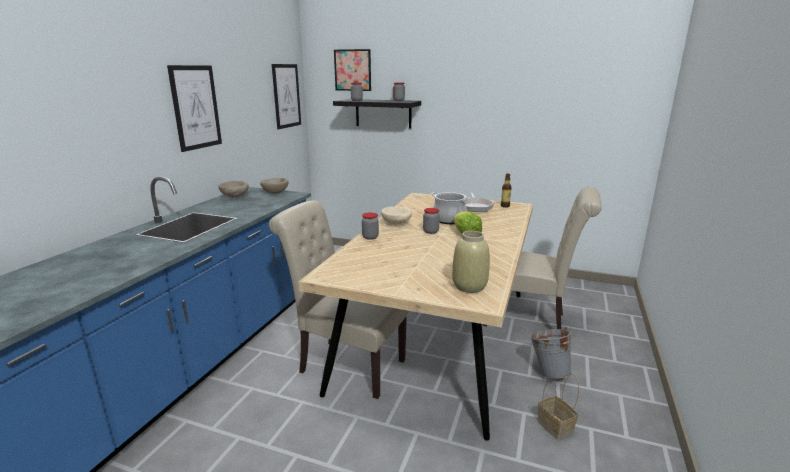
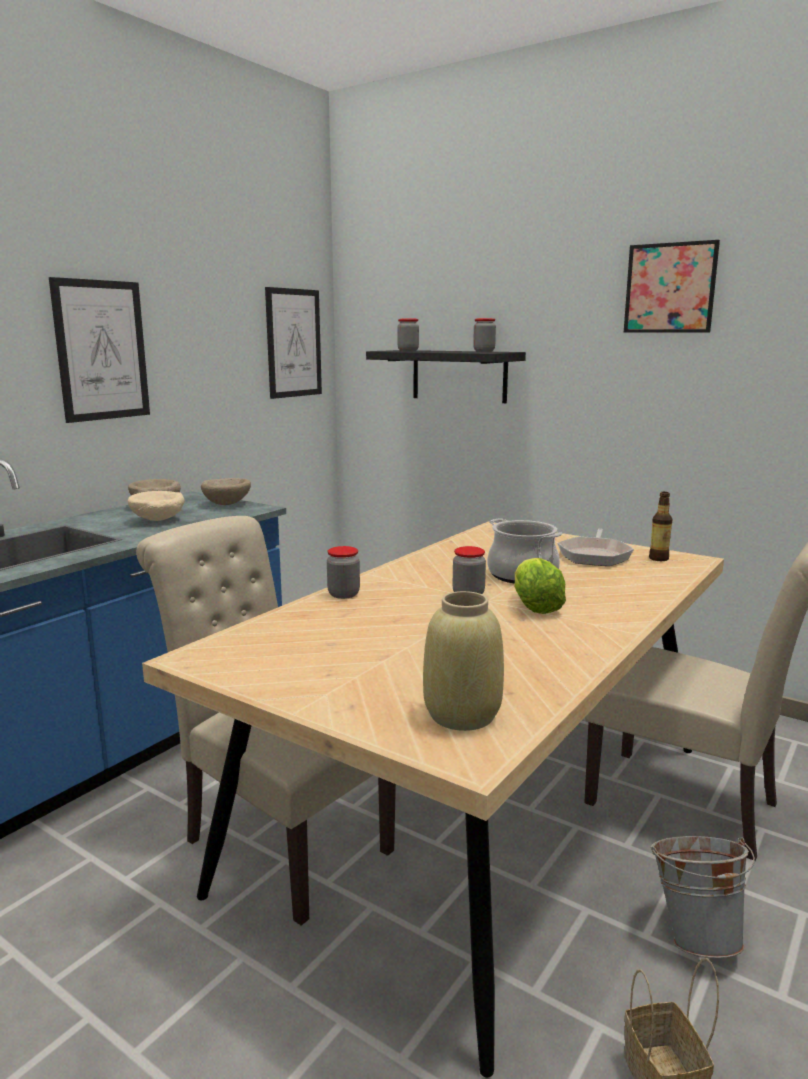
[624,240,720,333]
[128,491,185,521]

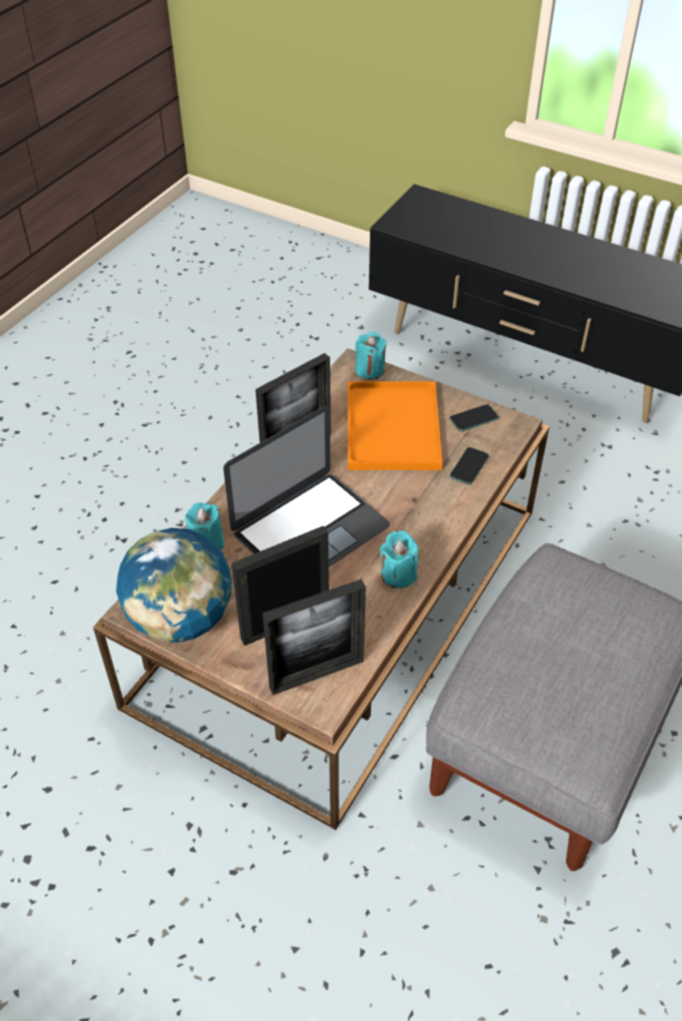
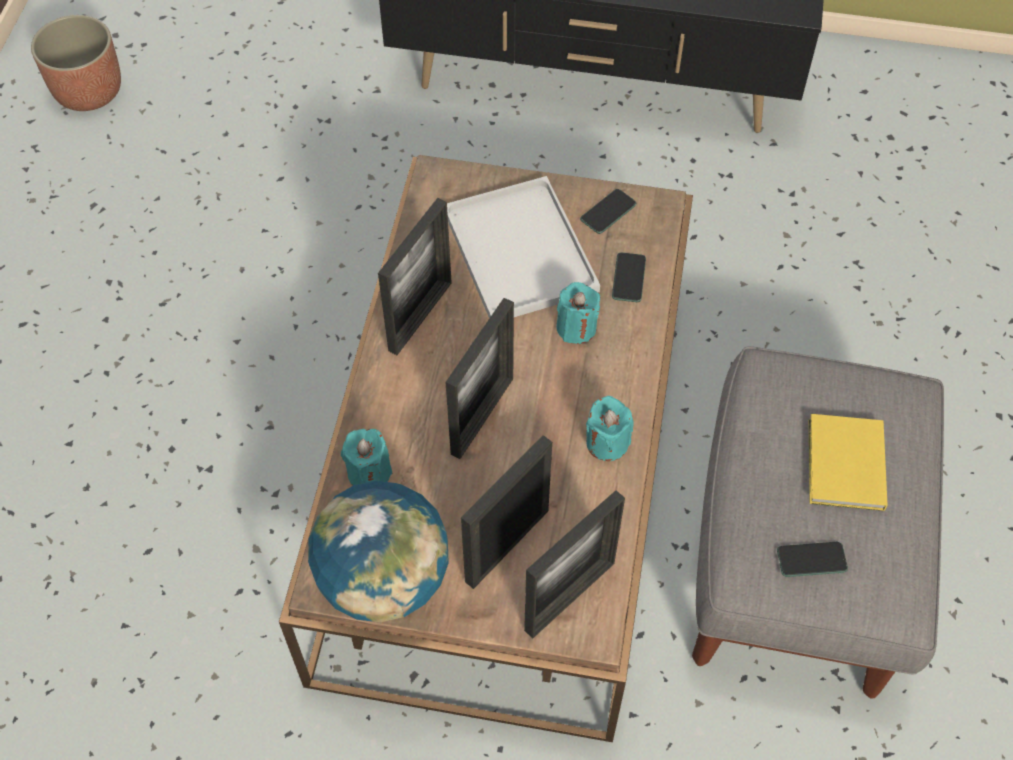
[556,282,600,344]
[447,176,600,318]
[446,298,514,459]
[31,15,121,111]
[809,414,888,511]
[777,542,848,577]

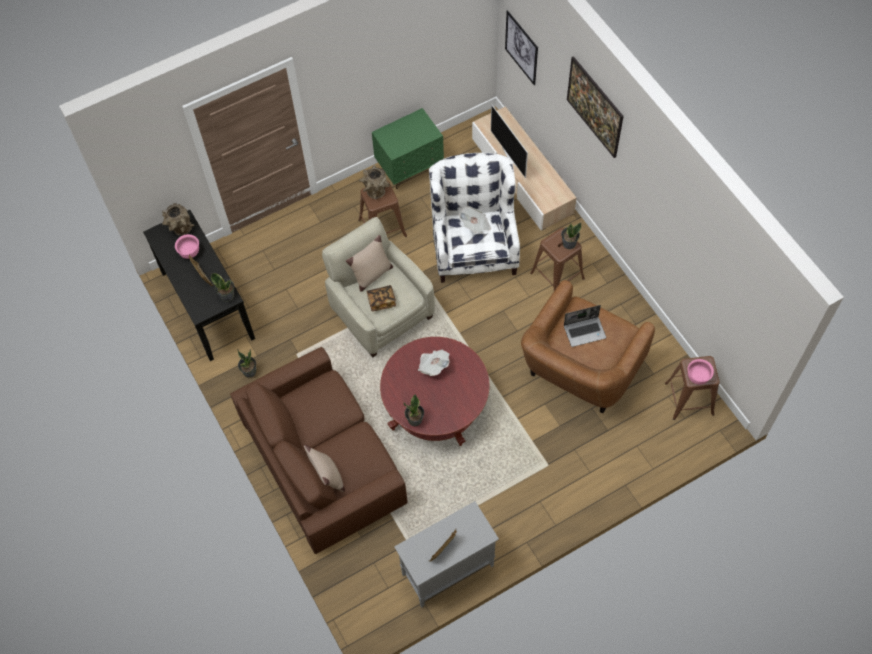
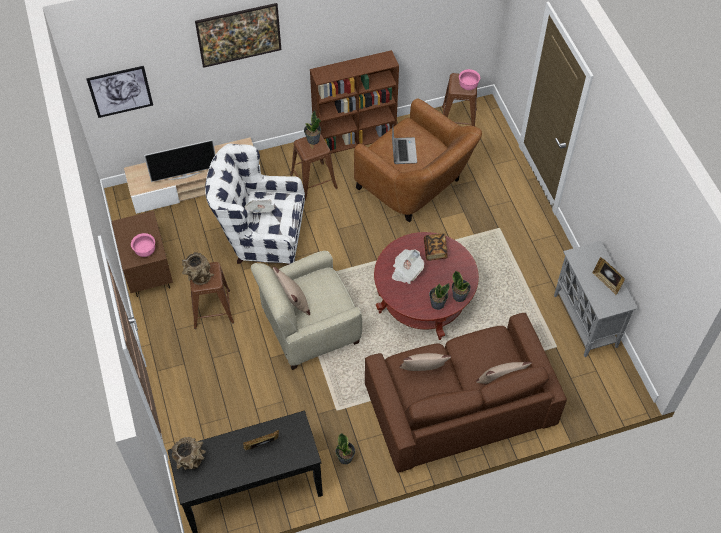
[111,211,173,297]
[131,233,155,257]
[429,283,450,310]
[424,234,448,261]
[310,50,399,154]
[399,353,451,371]

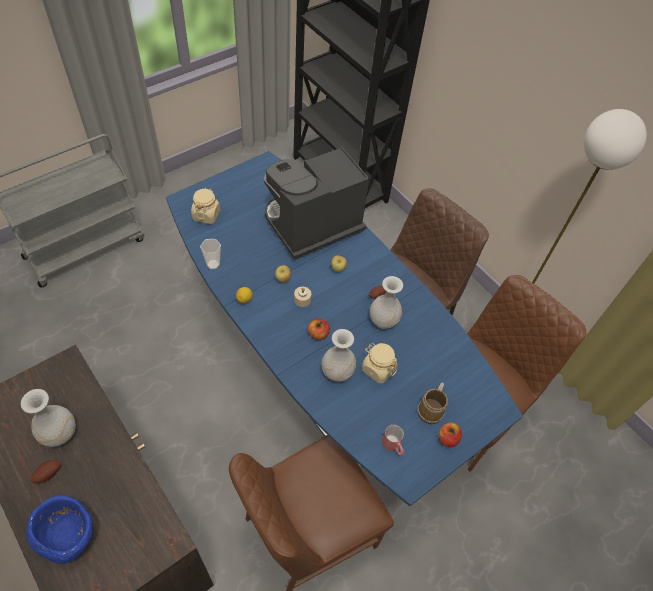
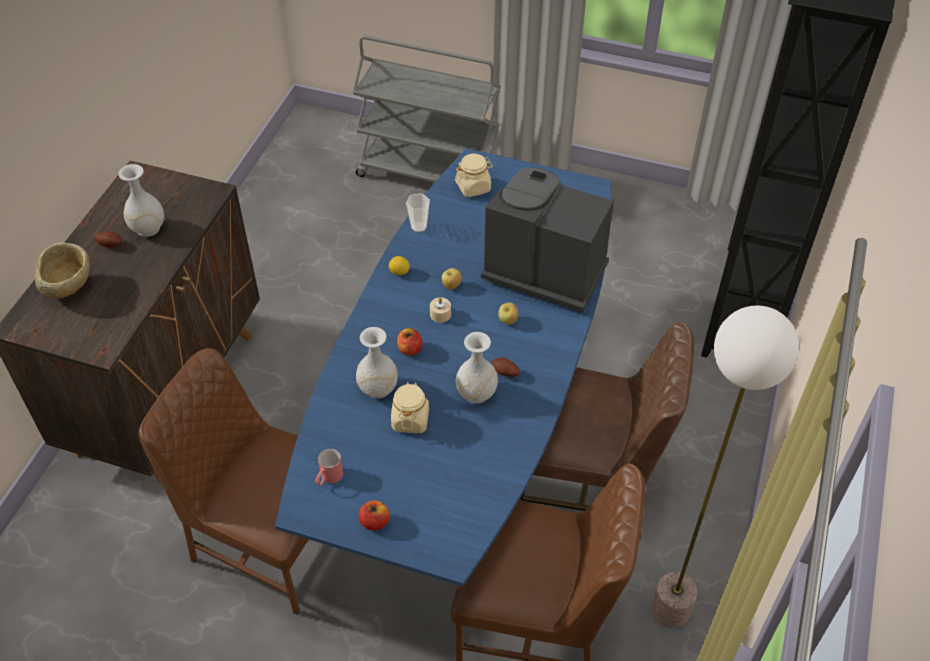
[417,382,448,424] (first image)
[35,243,90,299]

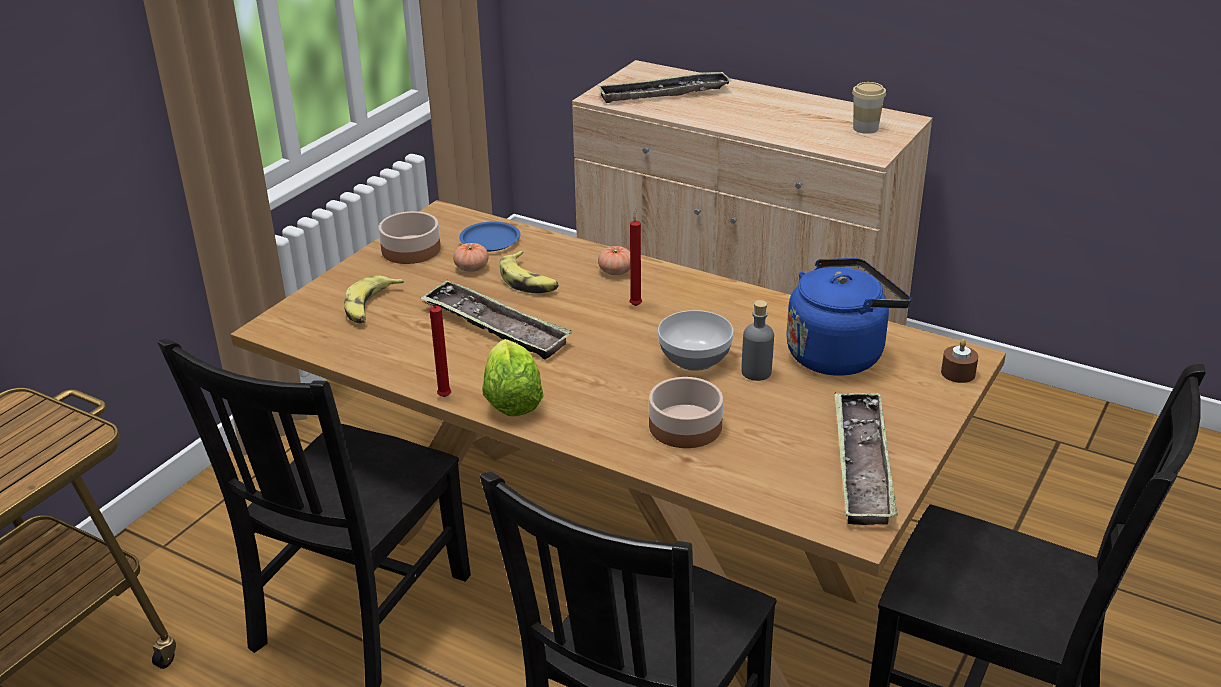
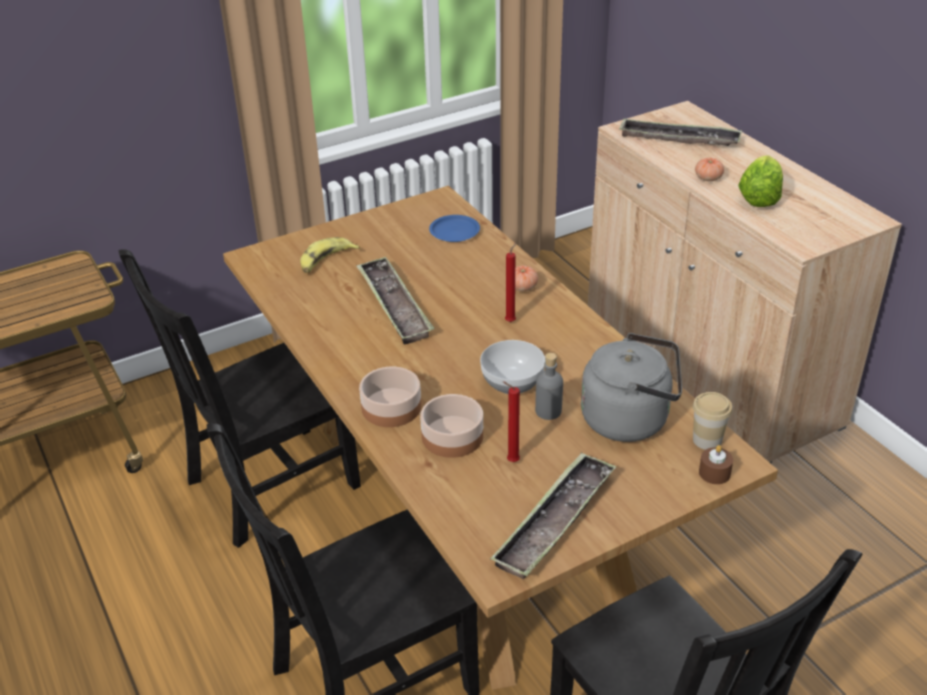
[693,392,732,450]
[359,367,421,427]
[695,158,724,181]
[499,251,559,293] (first image)
[581,333,682,442]
[503,382,520,462]
[738,155,783,207]

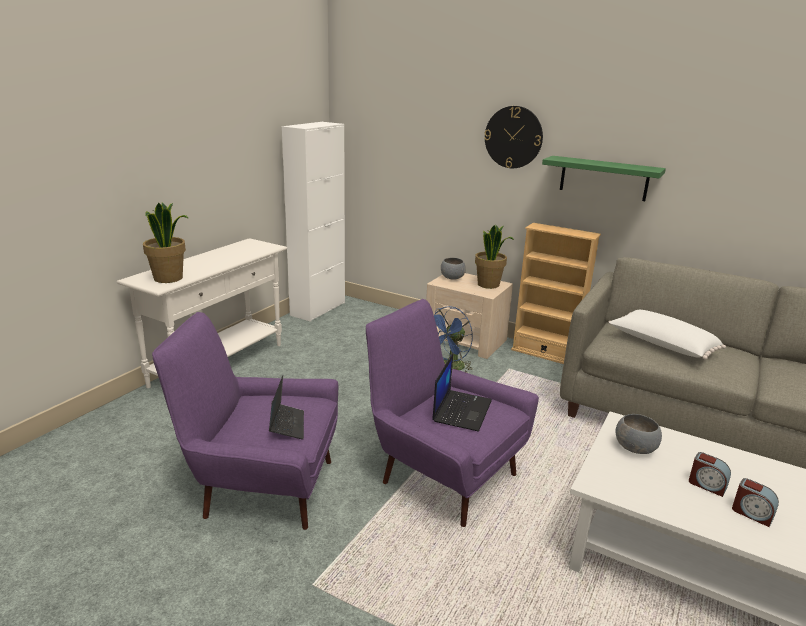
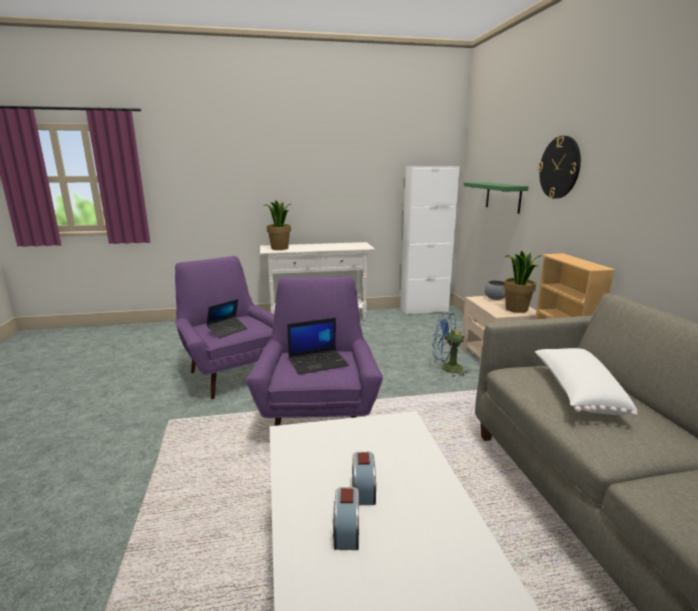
[464,182,528,214]
[616,414,662,454] (first image)

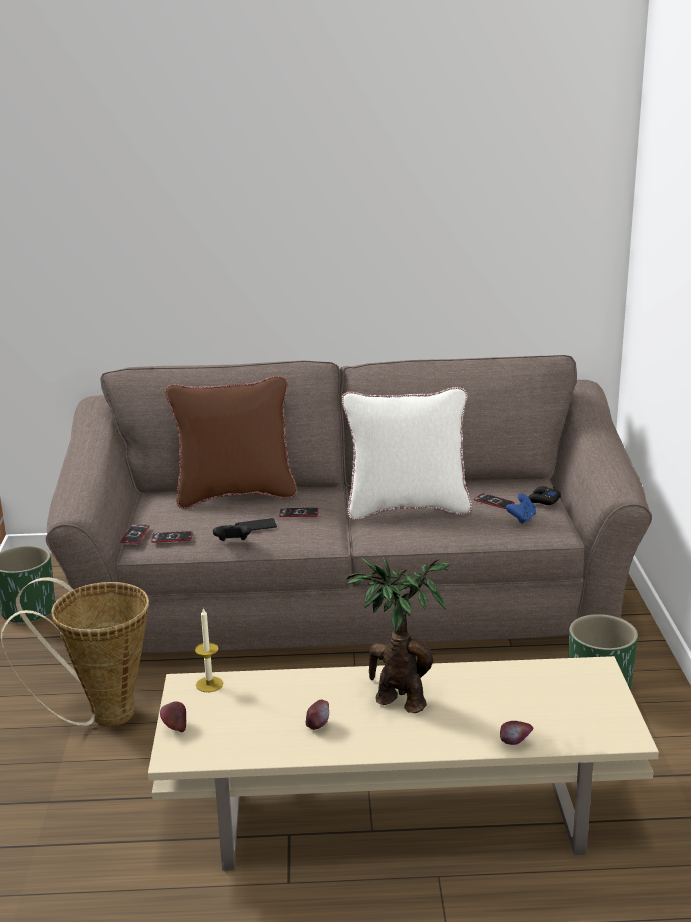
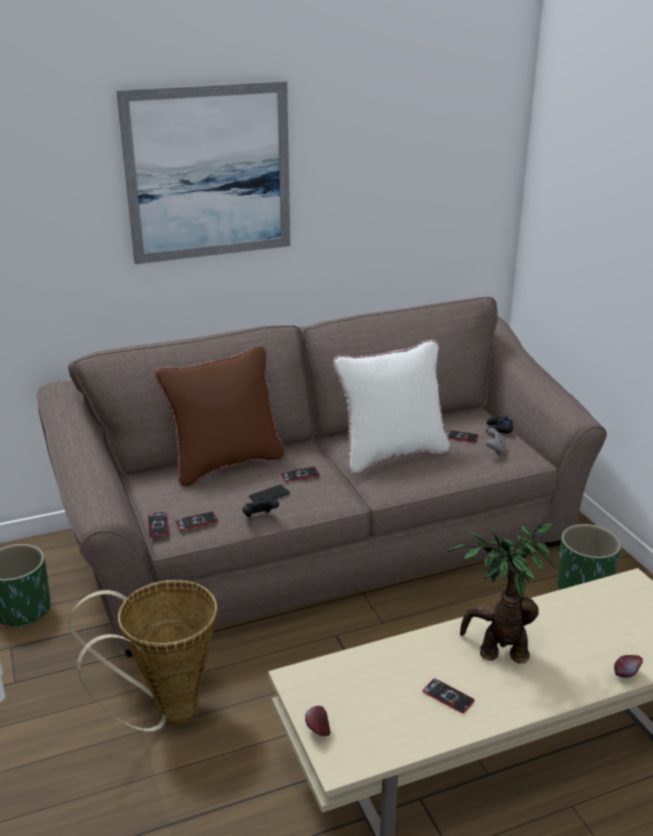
[485,428,506,455]
[195,607,223,692] (first image)
[423,679,475,713]
[116,81,290,264]

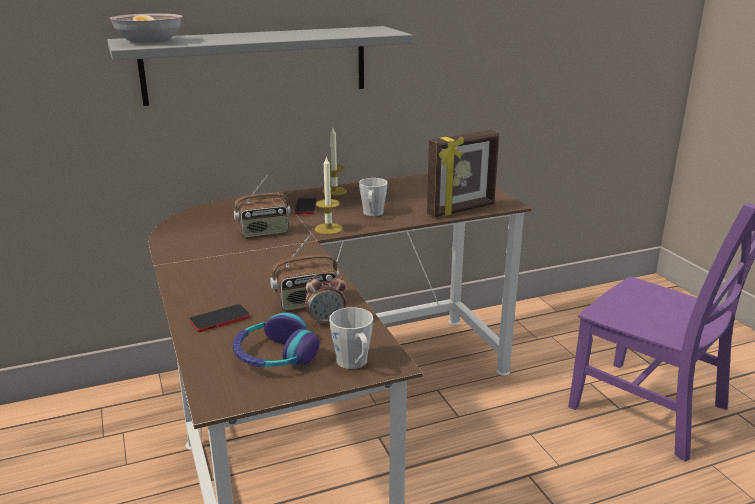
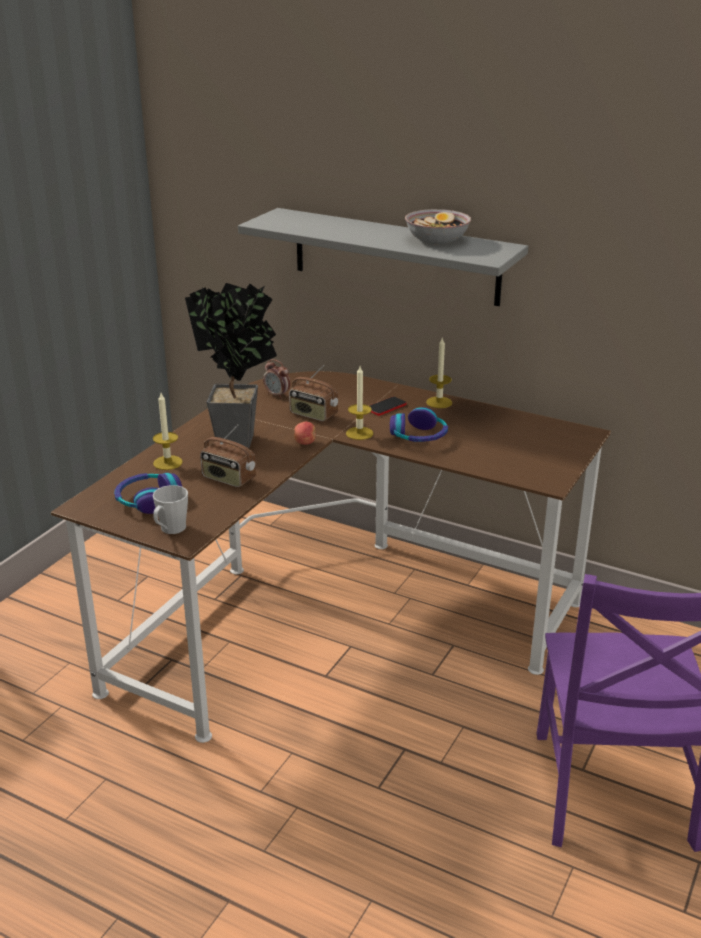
[405,209,471,244]
[427,130,500,217] (first image)
[390,407,448,442]
[263,359,290,399]
[153,393,183,470]
[185,283,277,448]
[294,422,316,445]

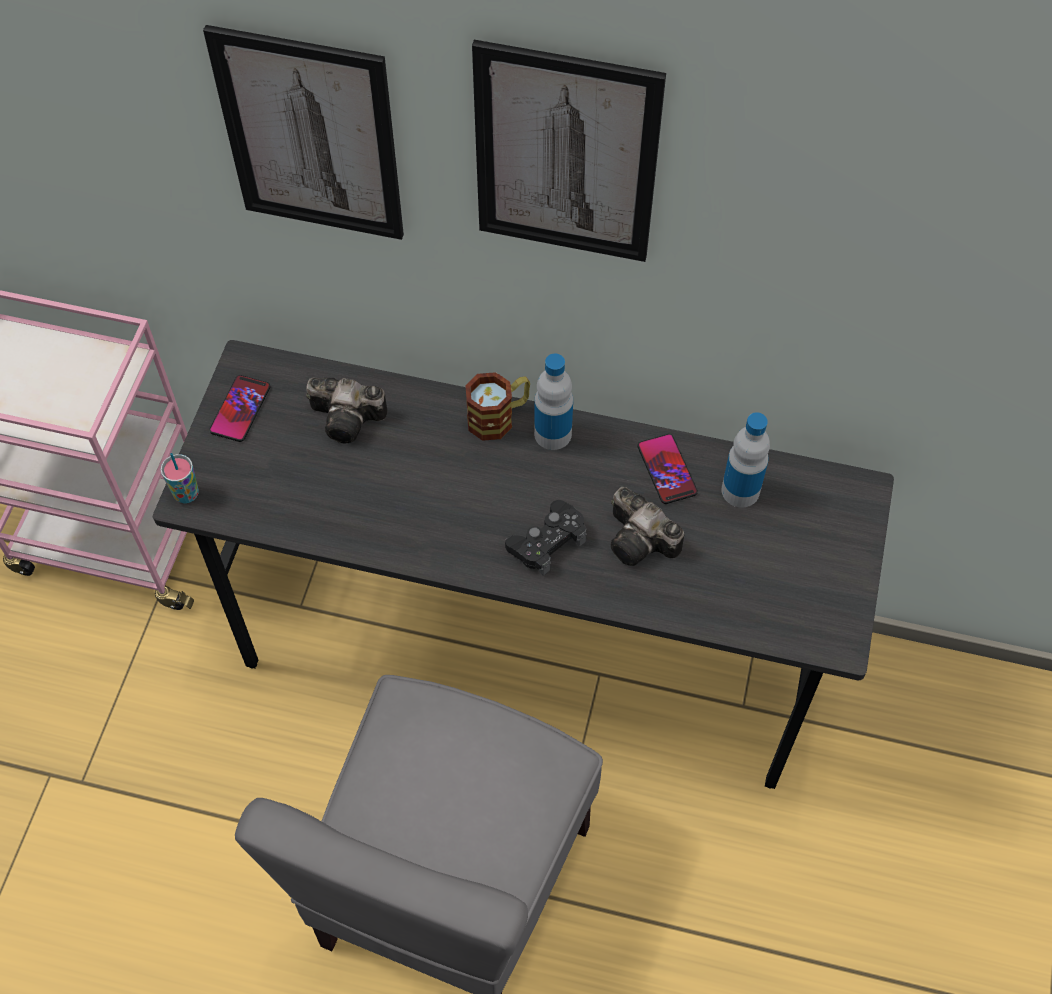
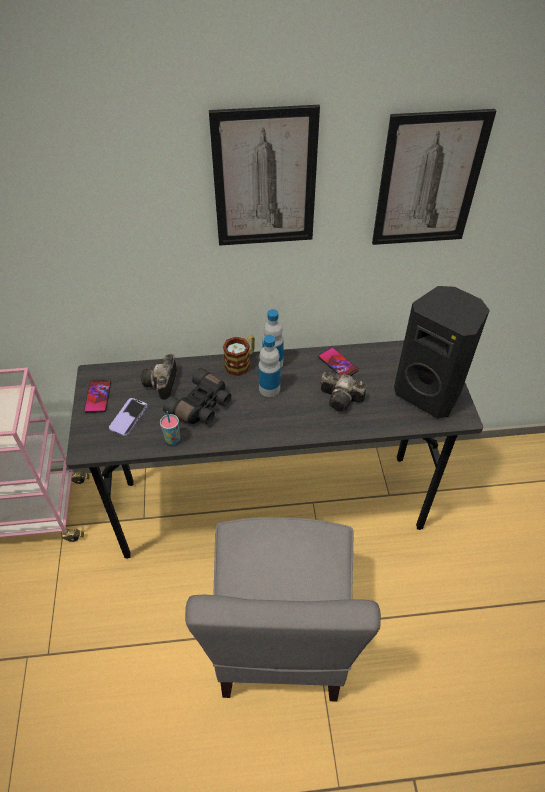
[372,109,496,245]
[141,354,177,400]
[259,335,281,397]
[160,411,180,445]
[505,500,586,576] (first image)
[394,286,490,418]
[163,368,231,424]
[109,398,147,436]

